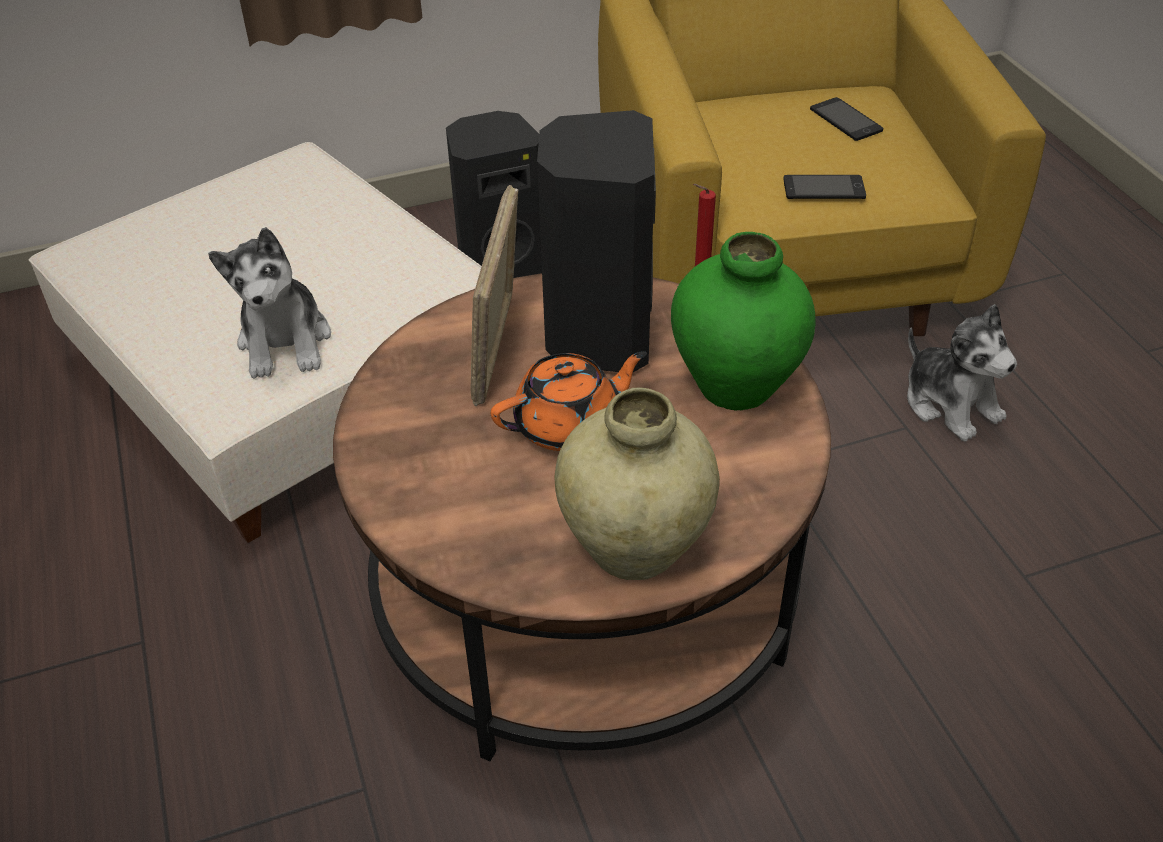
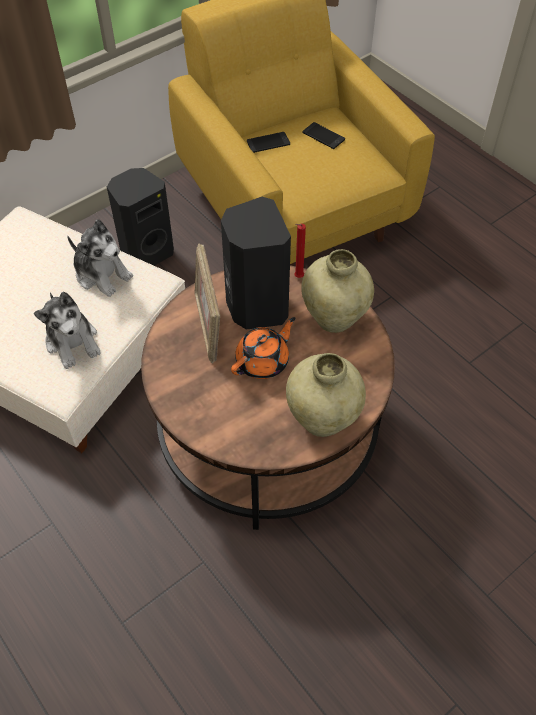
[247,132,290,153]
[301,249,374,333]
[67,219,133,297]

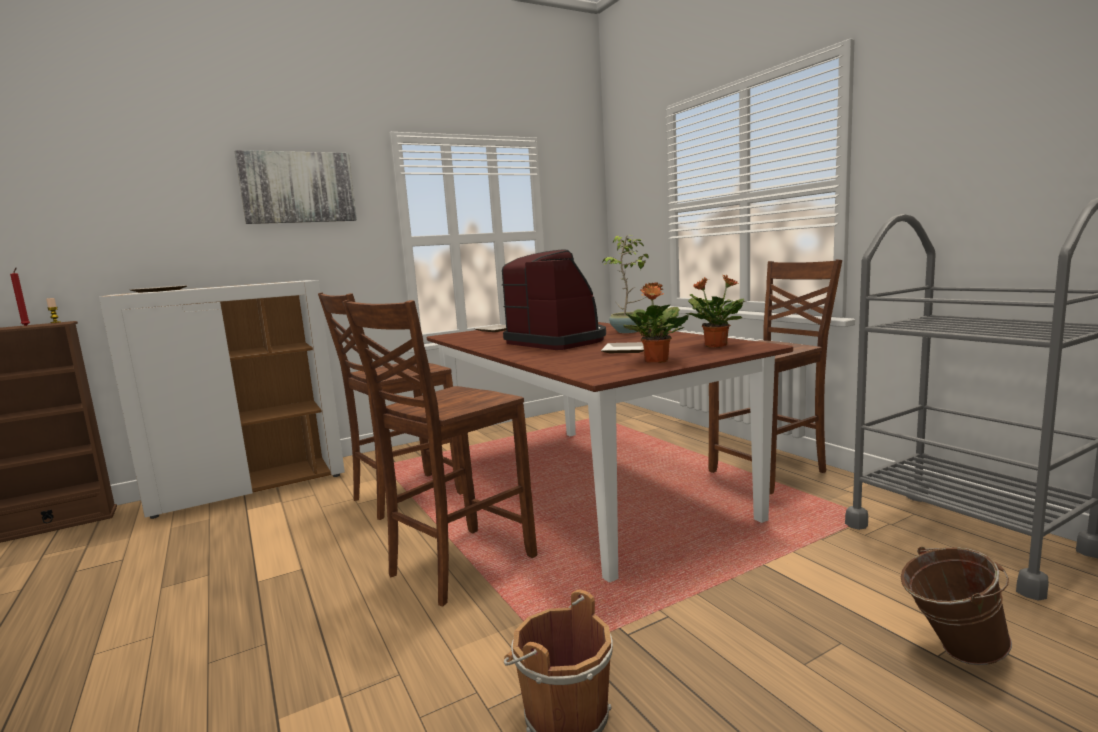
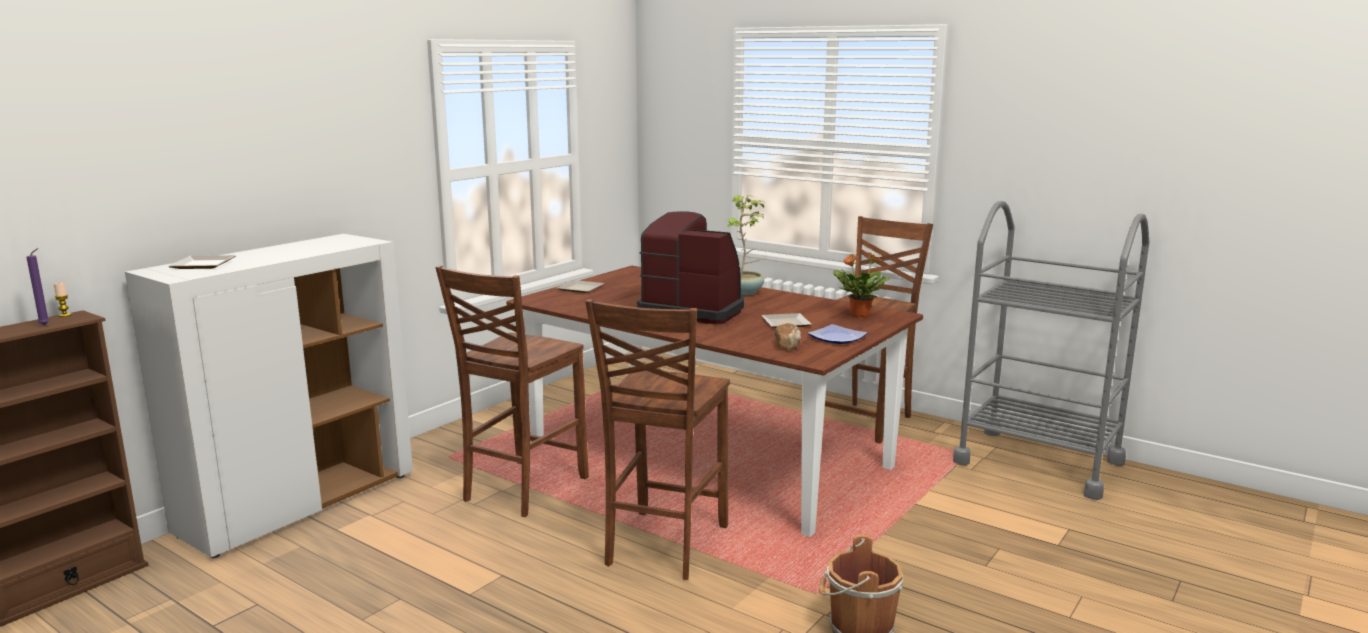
[235,150,357,224] (first image)
[26,248,50,325]
[808,324,867,344]
[901,547,1012,665] (first image)
[775,323,801,350]

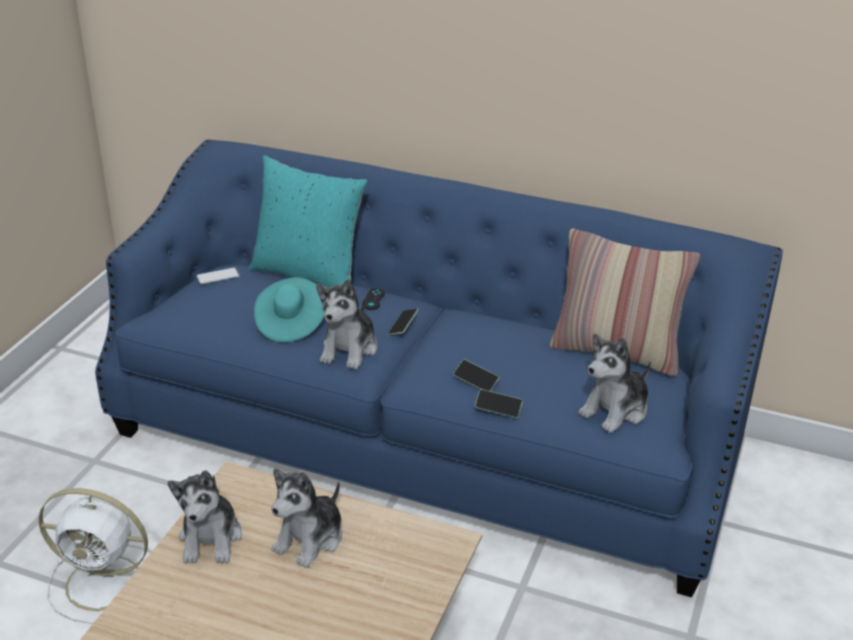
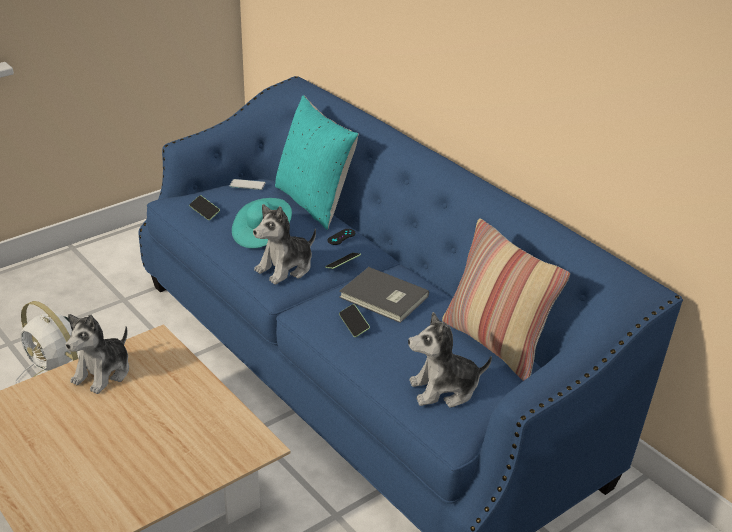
[189,195,220,220]
[272,469,342,568] (first image)
[339,267,429,323]

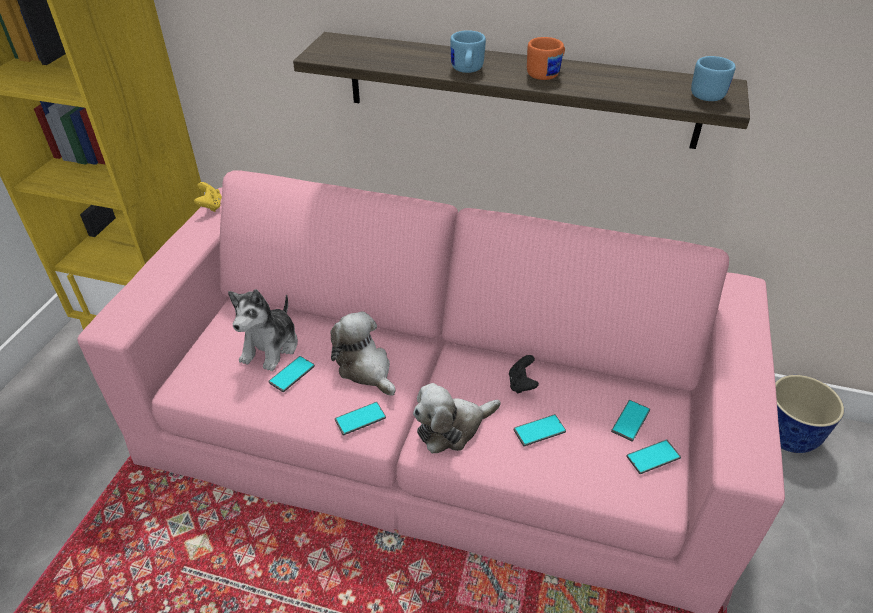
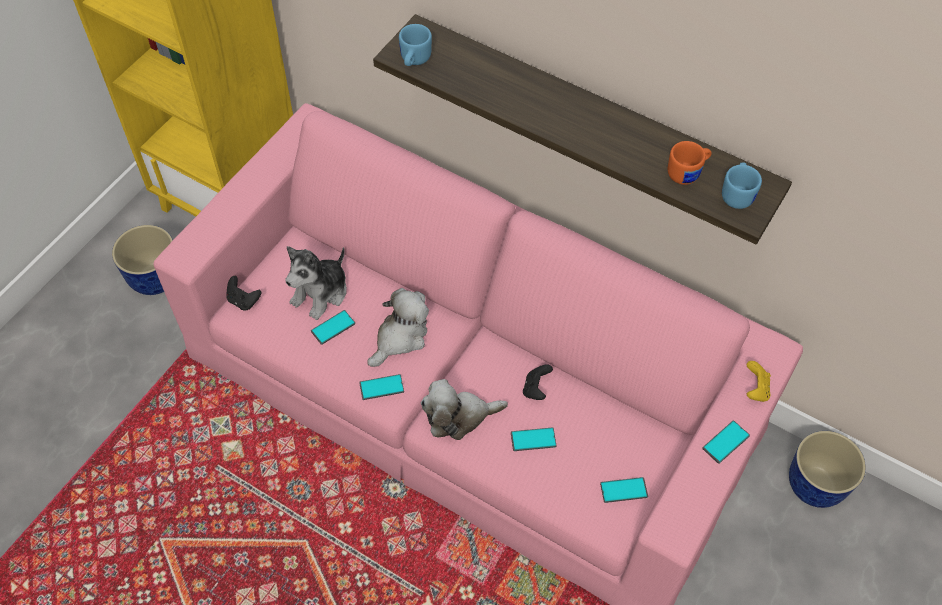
[399,24,432,66]
[668,141,712,185]
[747,361,771,402]
[367,288,429,367]
[702,420,750,464]
[112,225,173,295]
[226,276,261,311]

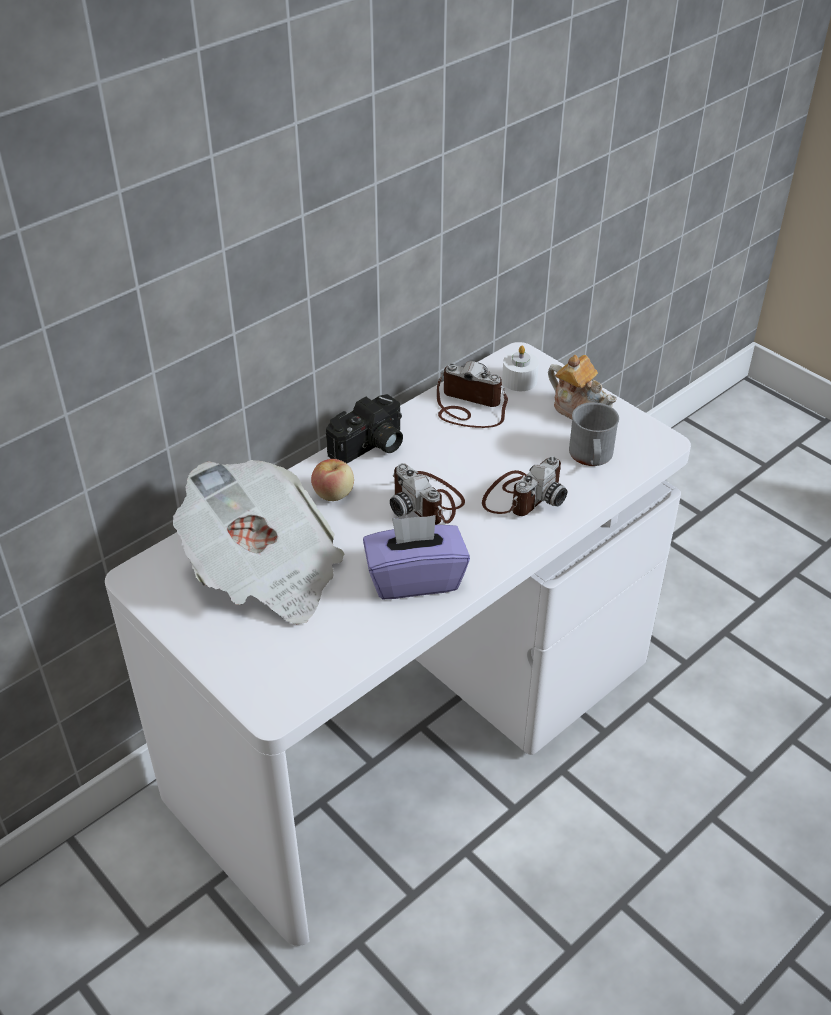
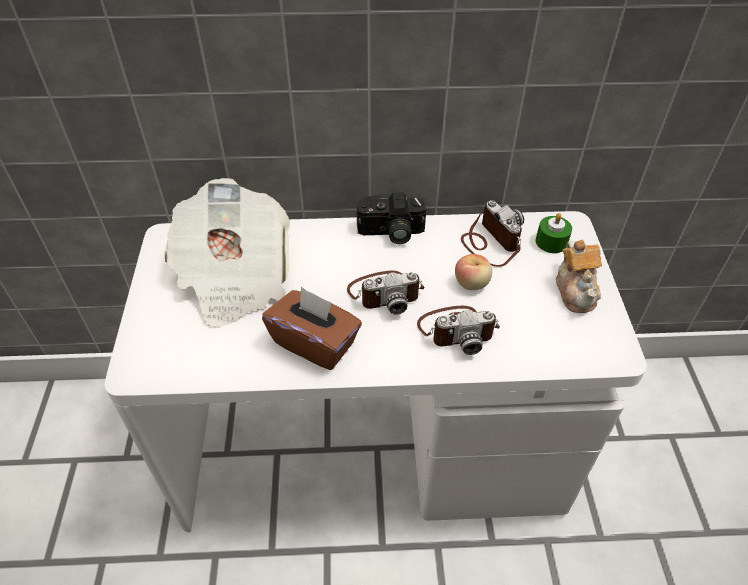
[536,213,572,253]
[569,402,619,466] (first image)
[455,254,492,290]
[347,271,424,315]
[262,286,362,370]

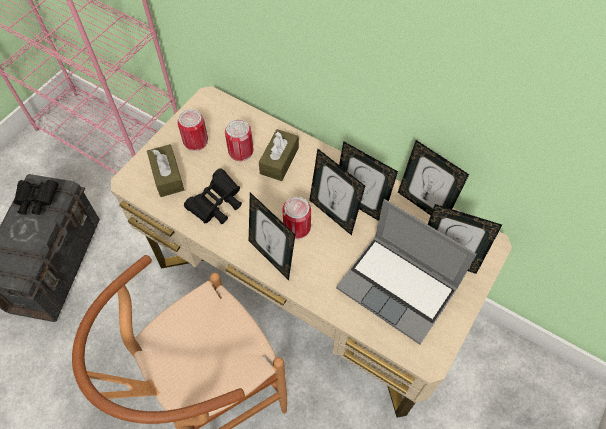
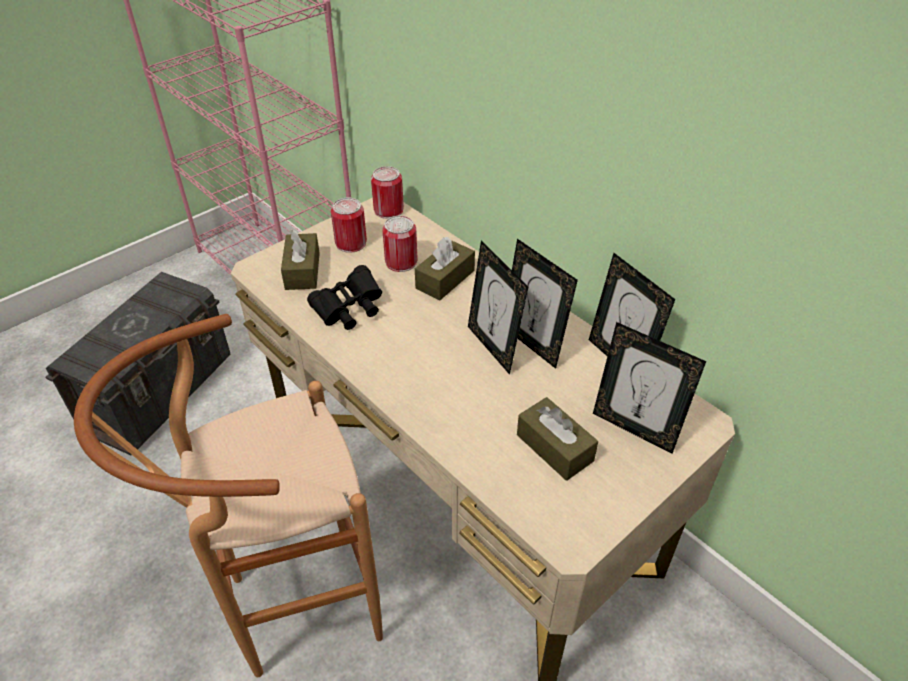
[14,180,58,215] (first image)
[249,192,295,280] (first image)
[371,166,404,219]
[517,397,598,481]

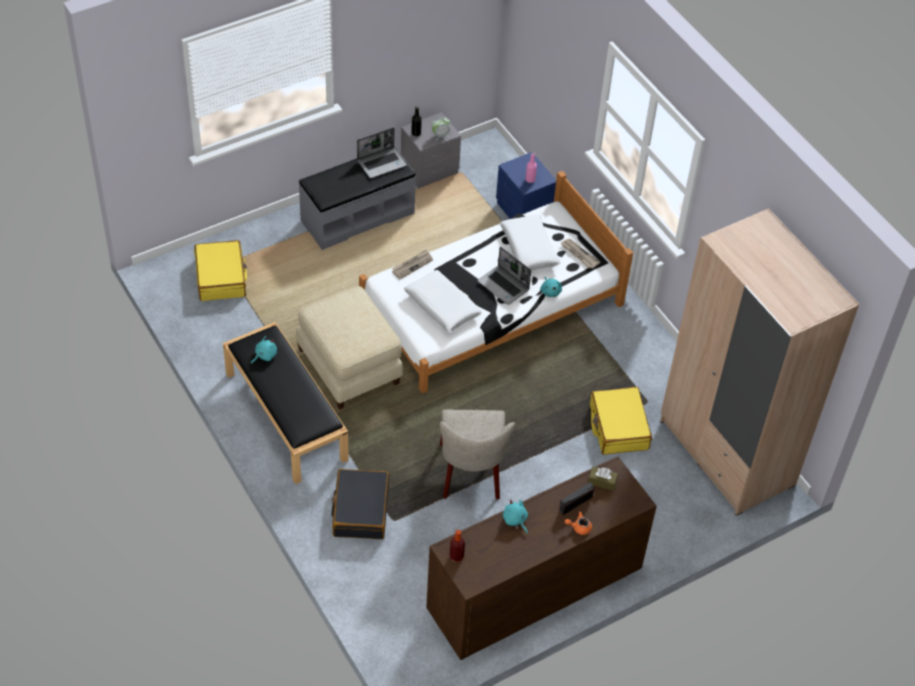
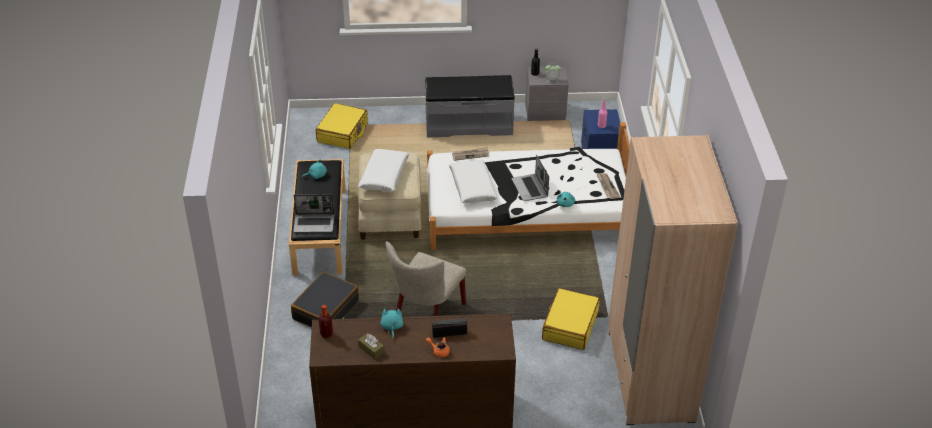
[293,194,334,232]
[358,149,409,192]
[358,333,384,360]

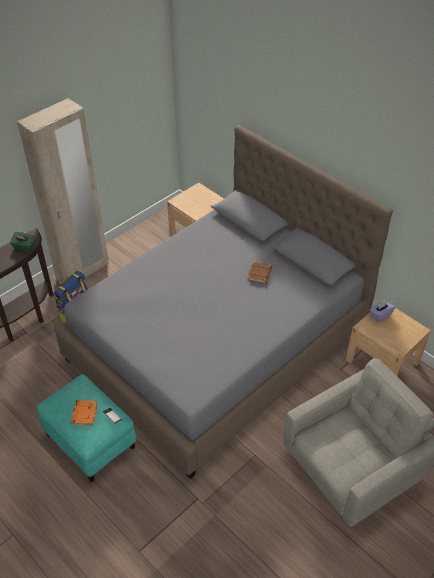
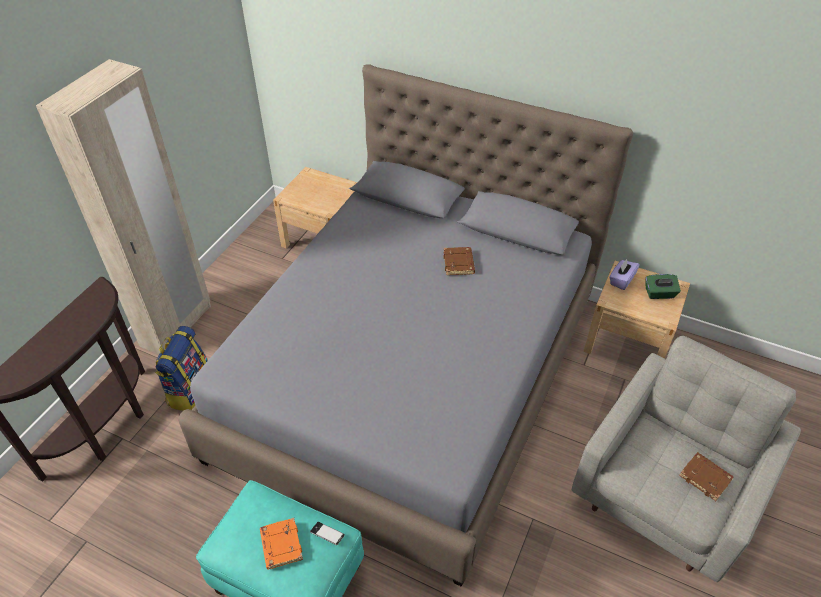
[646,274,681,299]
[679,452,734,501]

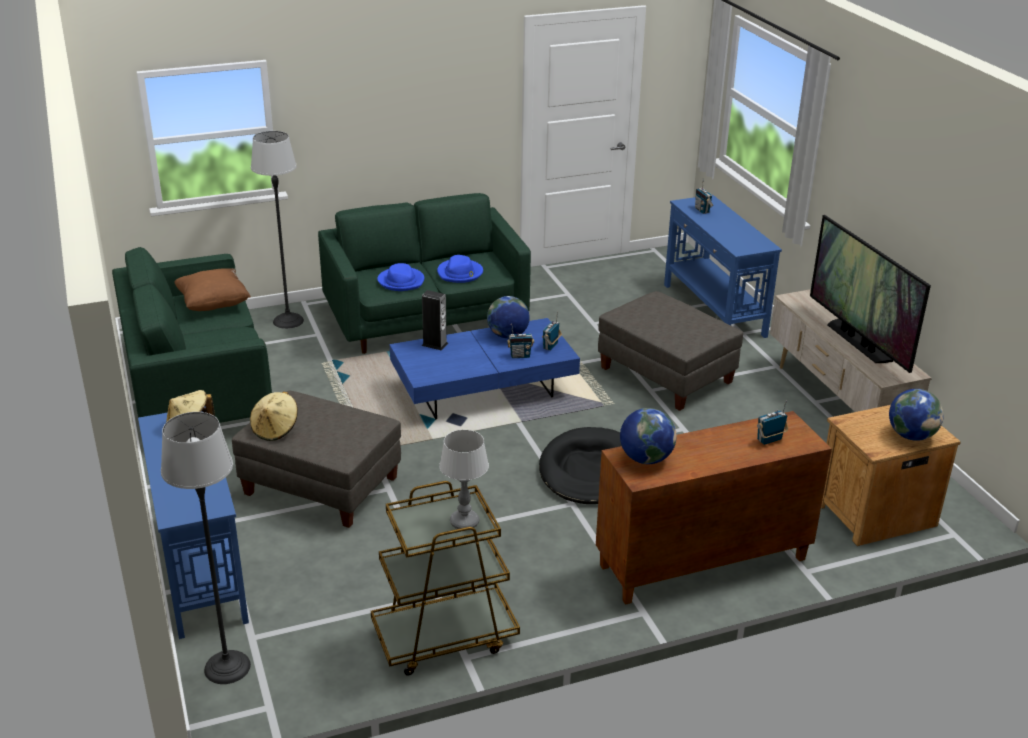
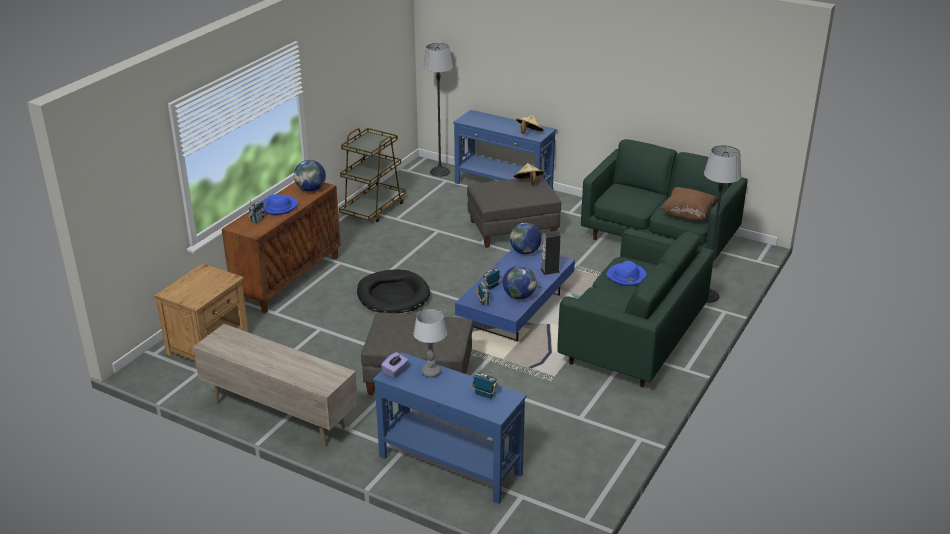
[810,215,931,373] (first image)
[262,194,298,215]
[510,223,542,254]
[413,309,447,378]
[381,352,409,378]

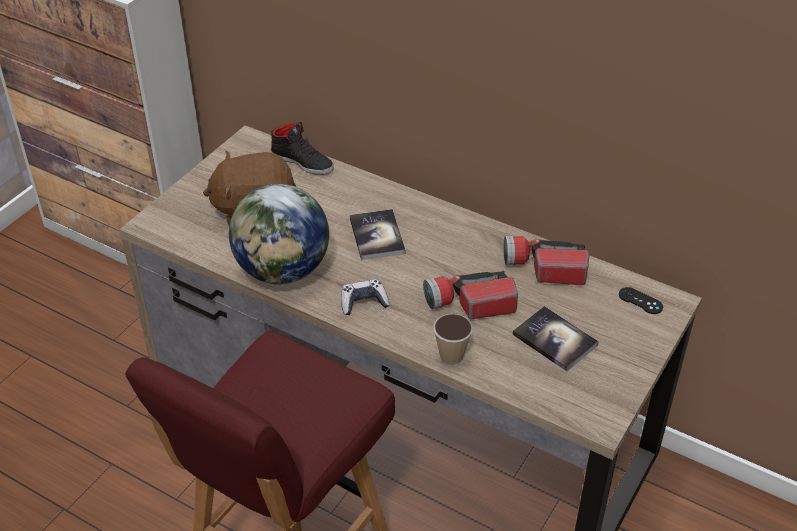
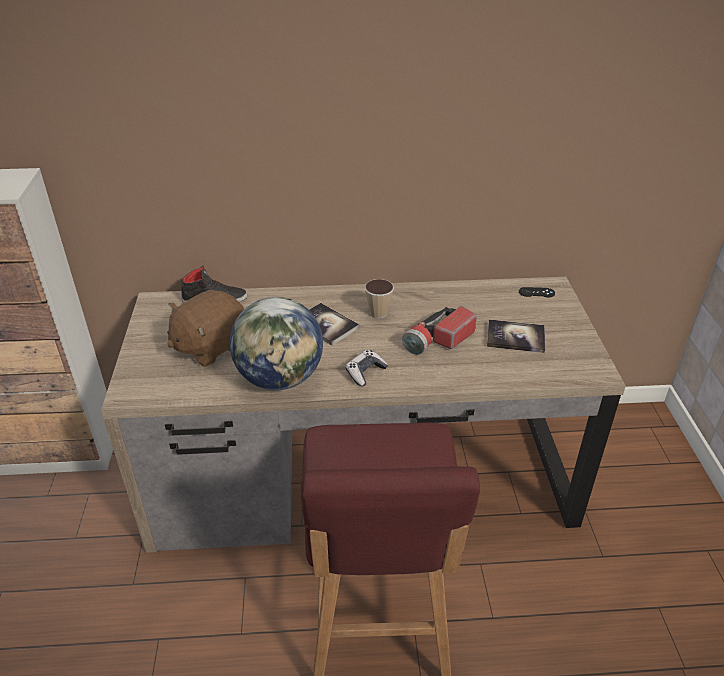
[504,236,589,285] (first image)
[364,279,394,318]

